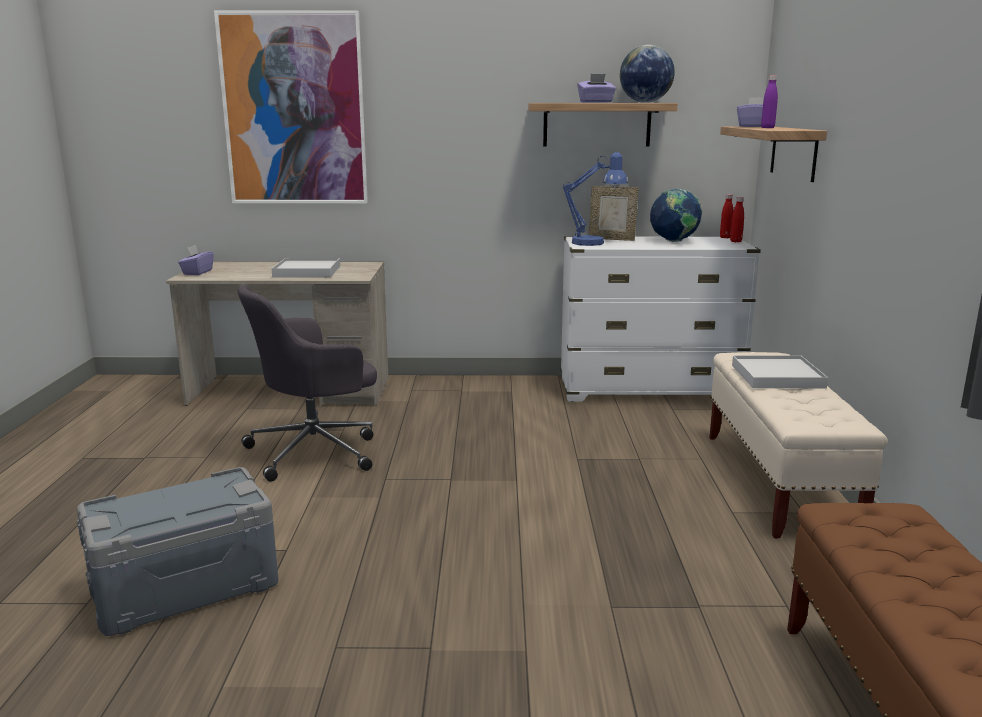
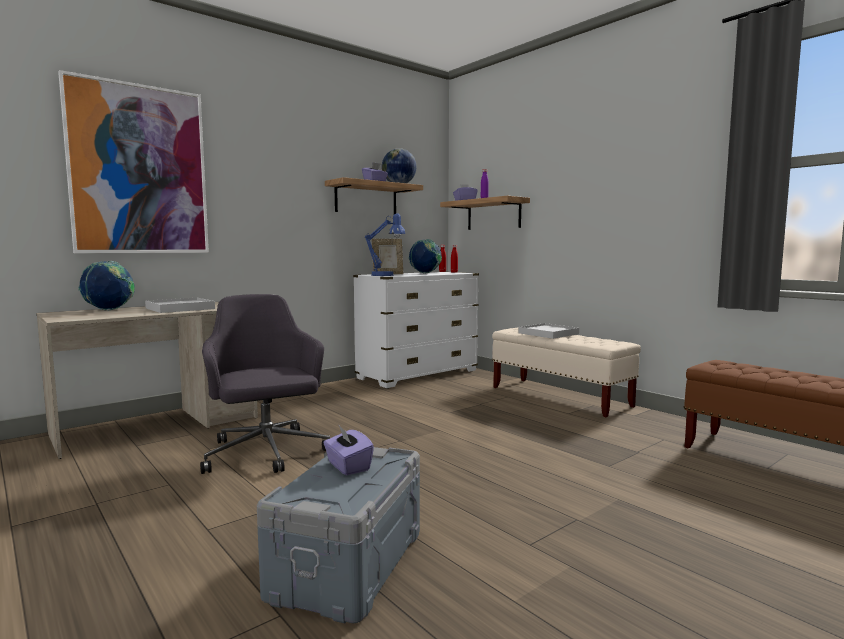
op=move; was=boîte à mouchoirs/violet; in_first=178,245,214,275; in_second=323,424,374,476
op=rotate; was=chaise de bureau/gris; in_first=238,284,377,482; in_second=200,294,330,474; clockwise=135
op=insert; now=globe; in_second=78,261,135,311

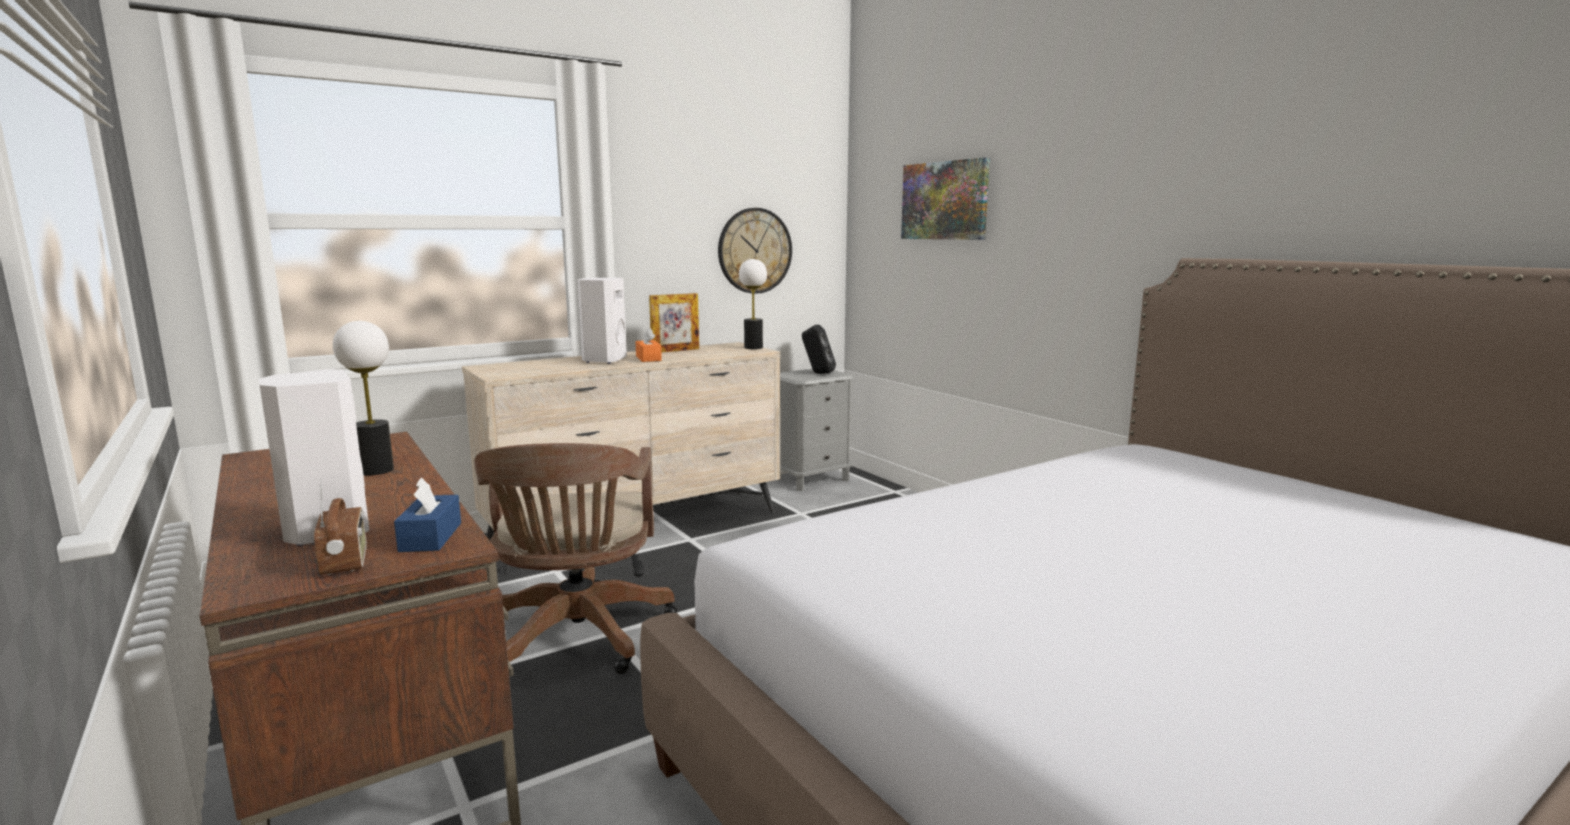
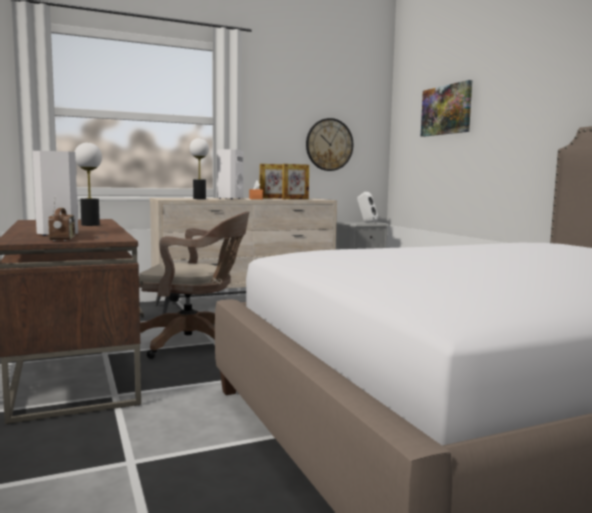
op=move; was=lampe de table; in_first=739,259,767,349; in_second=190,138,209,199
op=recolor; was=enceinte/noir; now=enceinte/blanc; in_first=802,325,836,374; in_second=357,192,378,223
op=rotate; was=chaise de bureau/marron; in_first=474,443,677,674; in_second=139,211,249,359; clockwise=-90
op=delete; was=boîte à mouchoirs/bleu; in_first=394,477,461,552
op=insert; now=cadre photo; in_second=282,164,309,199

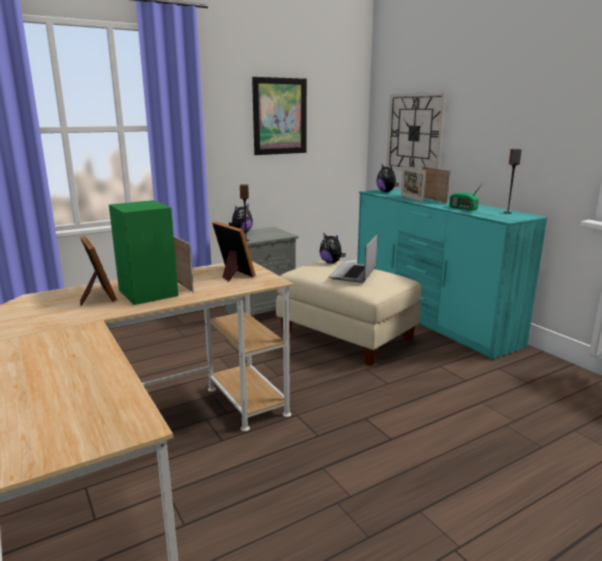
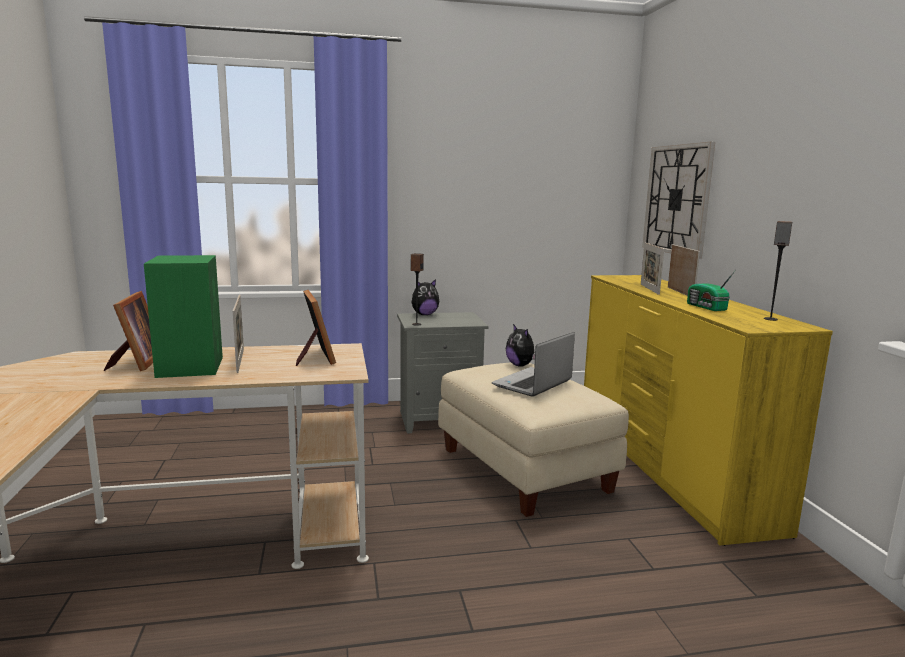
op=delete; was=tableau; in_first=252,77,307,155
op=delete; was=peluche; in_first=377,165,399,192
op=recolor; was=commode/turquoise; now=commode/jaune; in_first=357,188,548,359; in_second=584,275,833,546

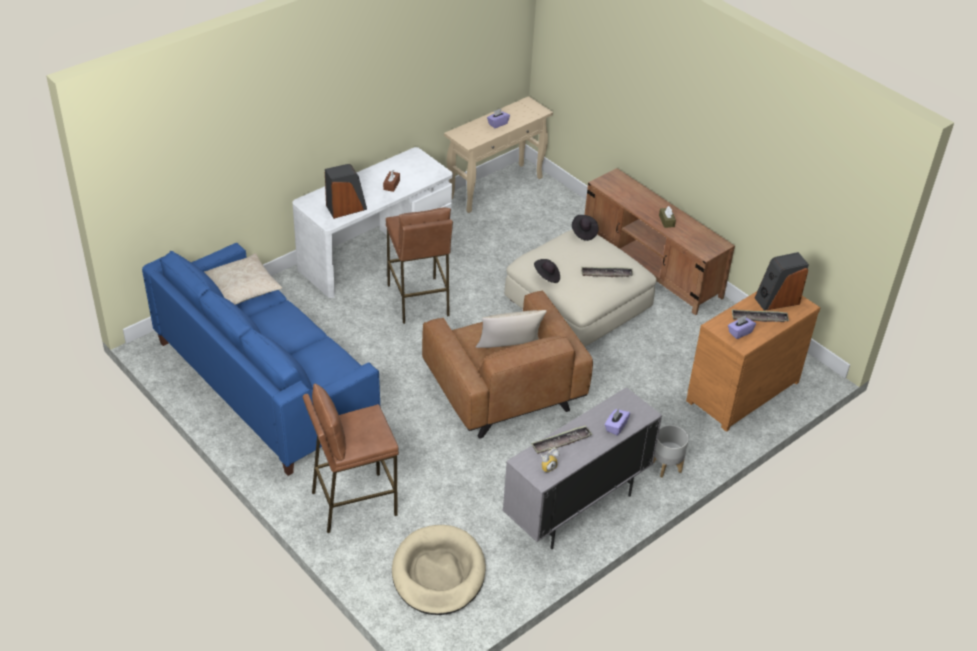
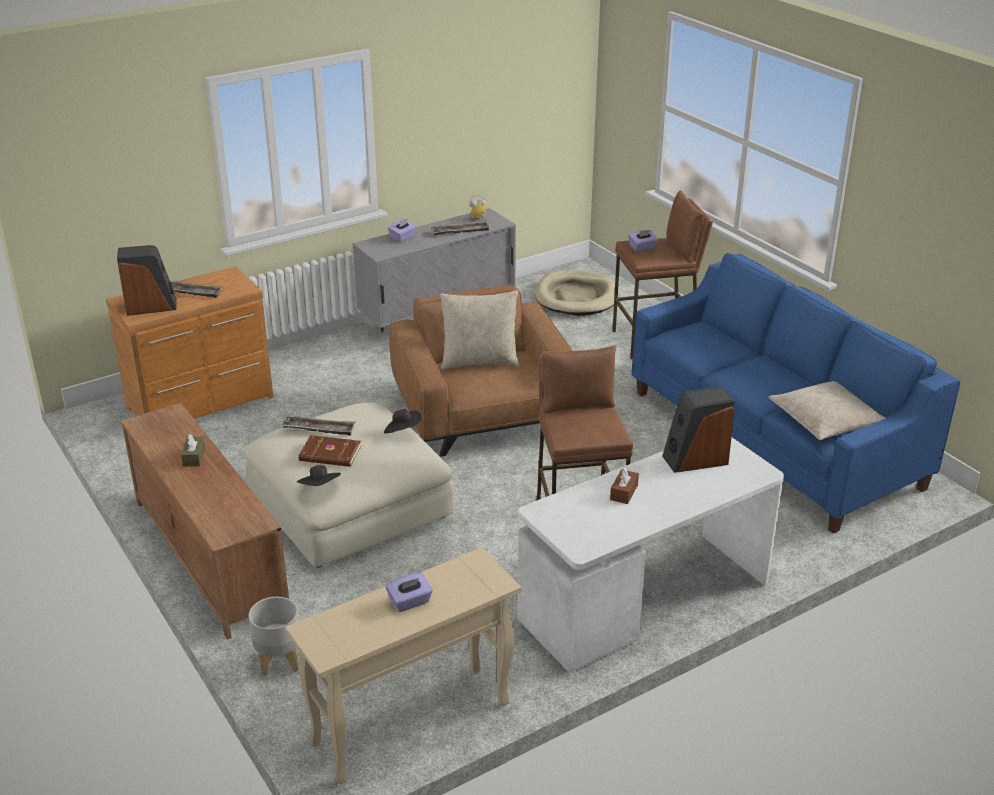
op=move; was=boîte à mouchoirs/violet; in_first=728,316,756,339; in_second=628,230,658,252
op=move; was=cache-pot/gris; in_first=653,425,689,478; in_second=249,597,299,676
op=insert; now=livre/marron; in_second=298,435,361,467

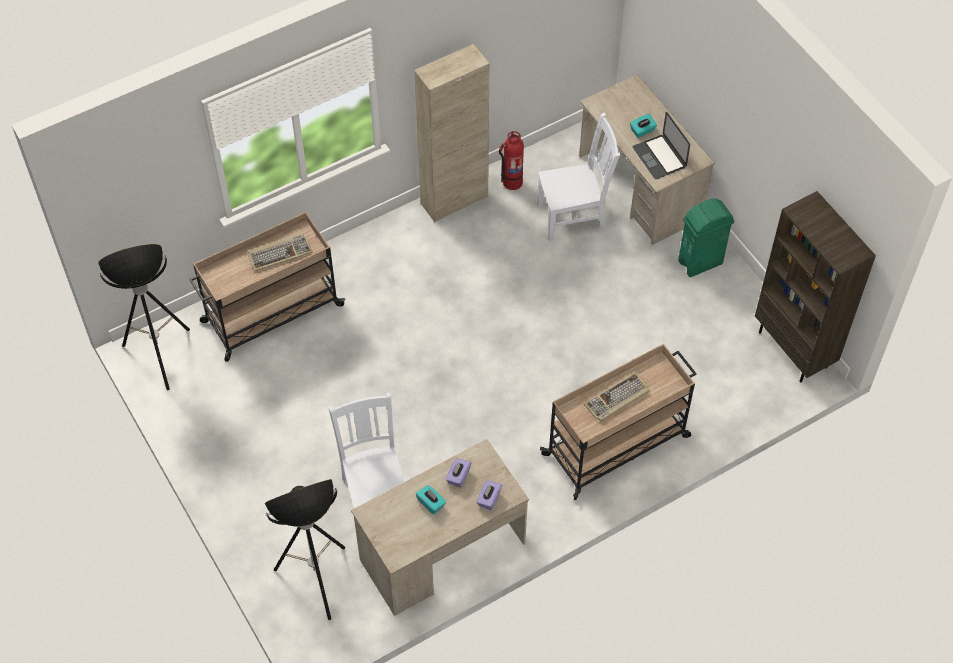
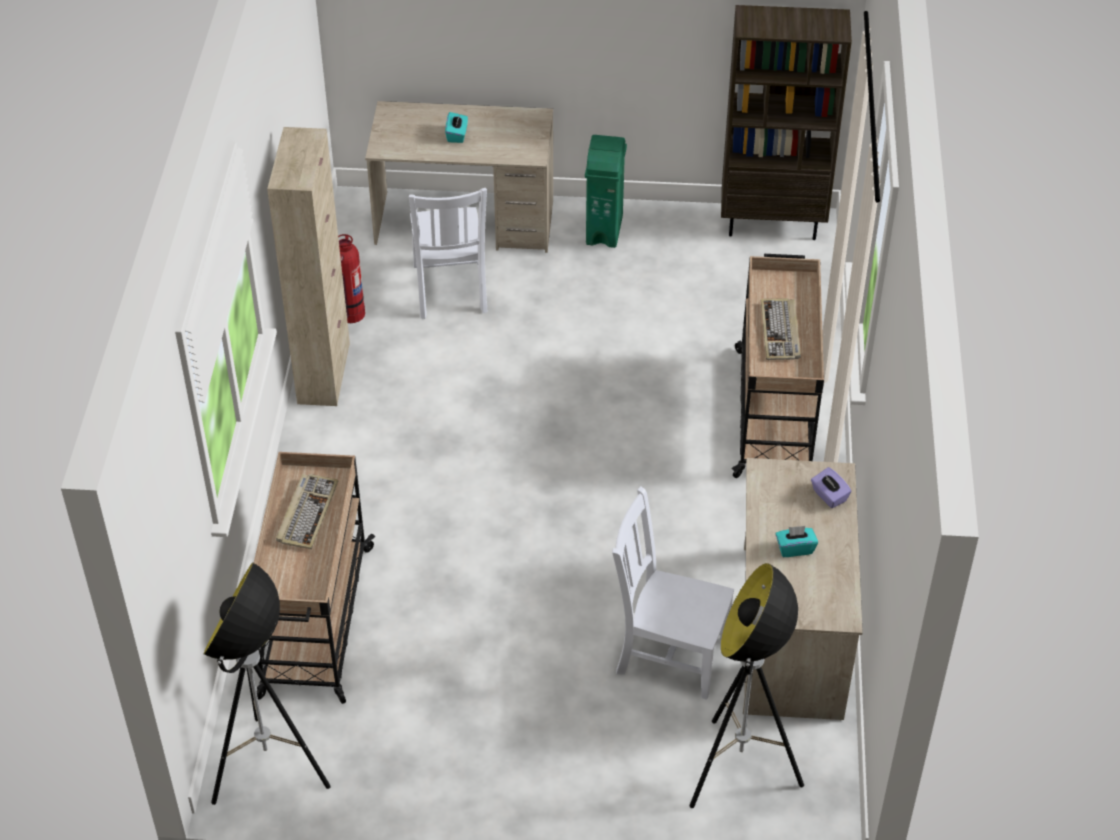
op=delete; was=ordinateur portable; in_first=633,112,690,179
op=rotate; was=chaise/blanc; in_first=537,113,620,242; in_second=409,188,487,319; clockwise=150
op=delete; was=boîte à mouchoirs/violet; in_first=446,458,471,488

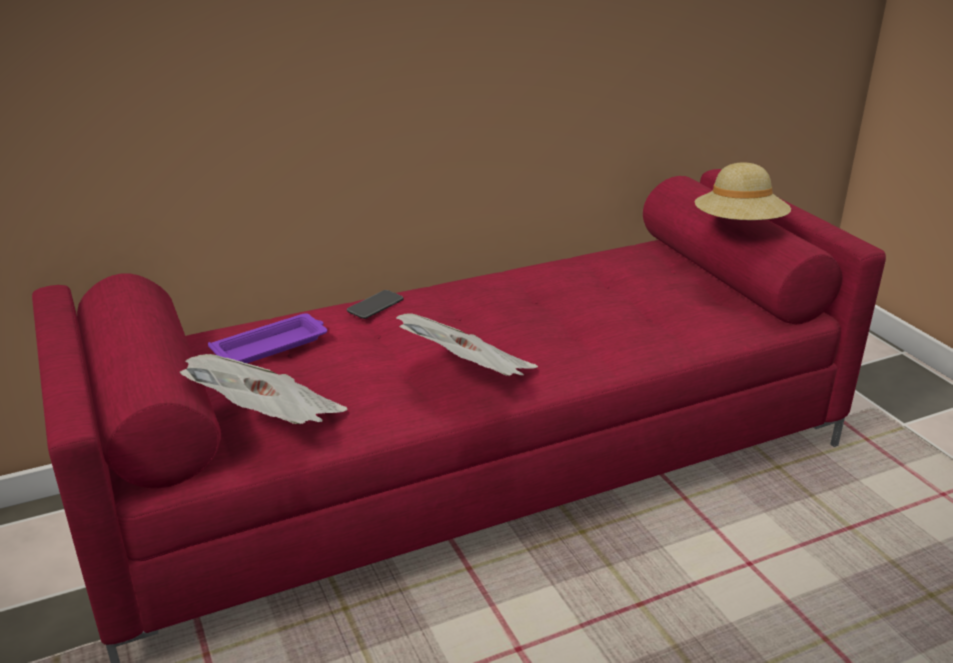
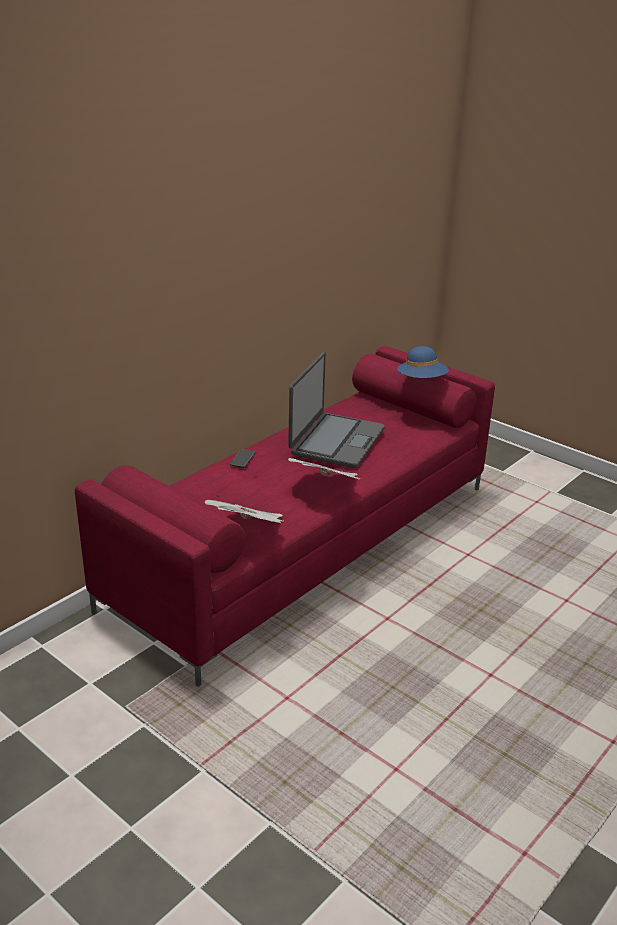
op=recolor; was=chapeau/beige; now=chapeau/bleu; in_first=695,163,791,220; in_second=397,346,449,378
op=delete; was=plateau/violet; in_first=208,313,327,363
op=insert; now=ordinateur portable; in_second=288,352,385,468

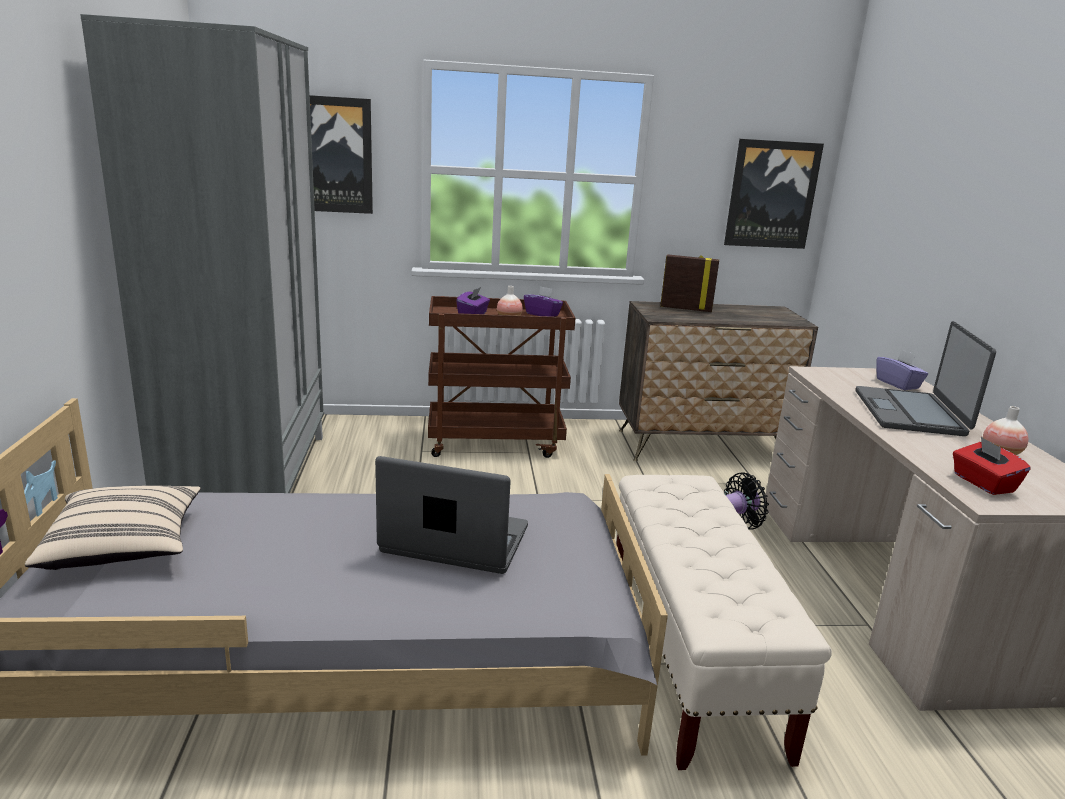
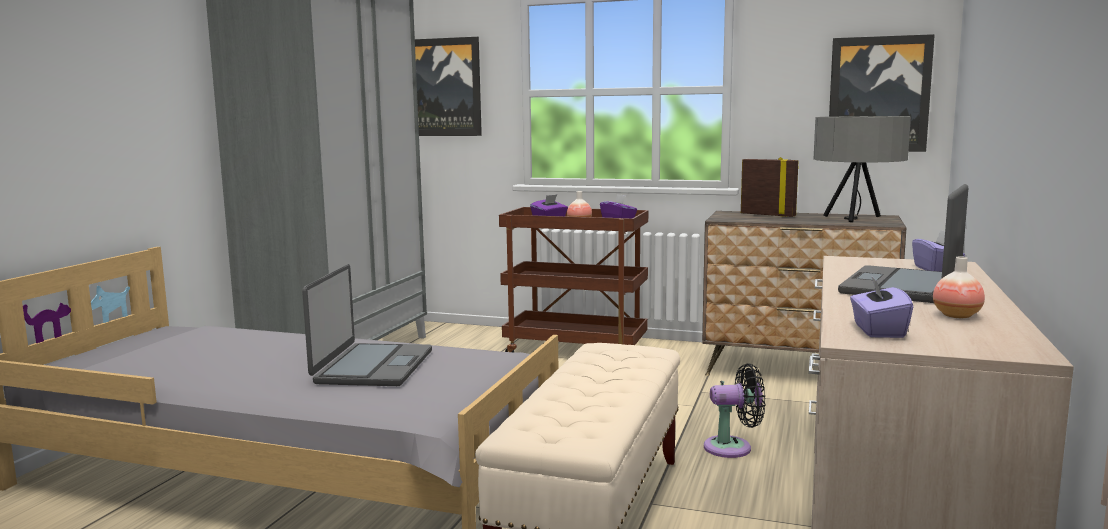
op=recolor; was=boîte à mouchoirs/rouge; now=boîte à mouchoirs/violet; in_first=953,437,1031,495; in_second=850,277,913,338
op=rotate; was=ordinateur portable; in_first=375,456,528,574; in_second=302,264,432,386; clockwise=60
op=delete; was=coussin/beige; in_first=25,485,201,570
op=insert; now=lampe de table/gris; in_second=814,116,911,222

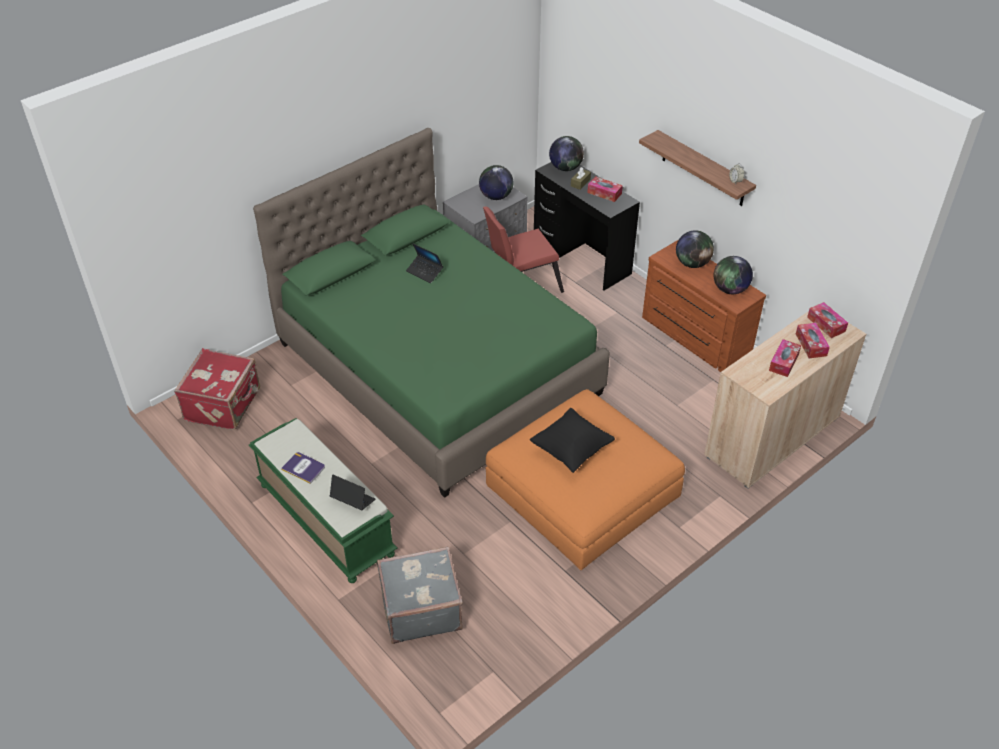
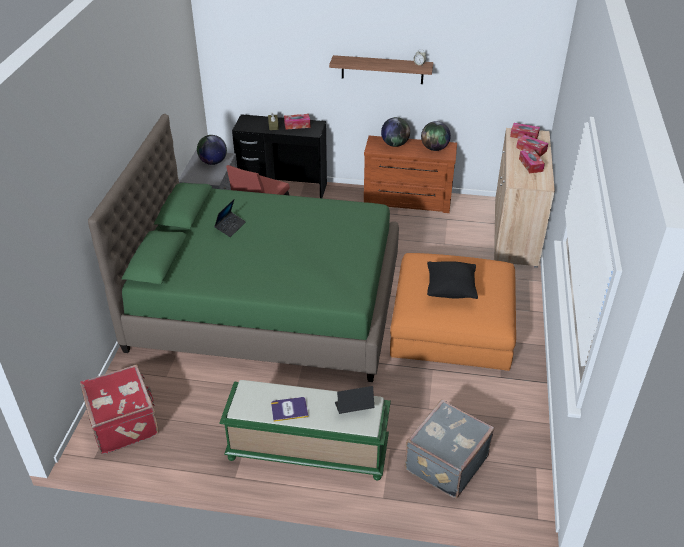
op=delete; was=globe; in_first=549,136,584,171
op=rotate; was=ordinateur portable; in_first=406,243,443,283; in_second=214,199,246,237; clockwise=-60

